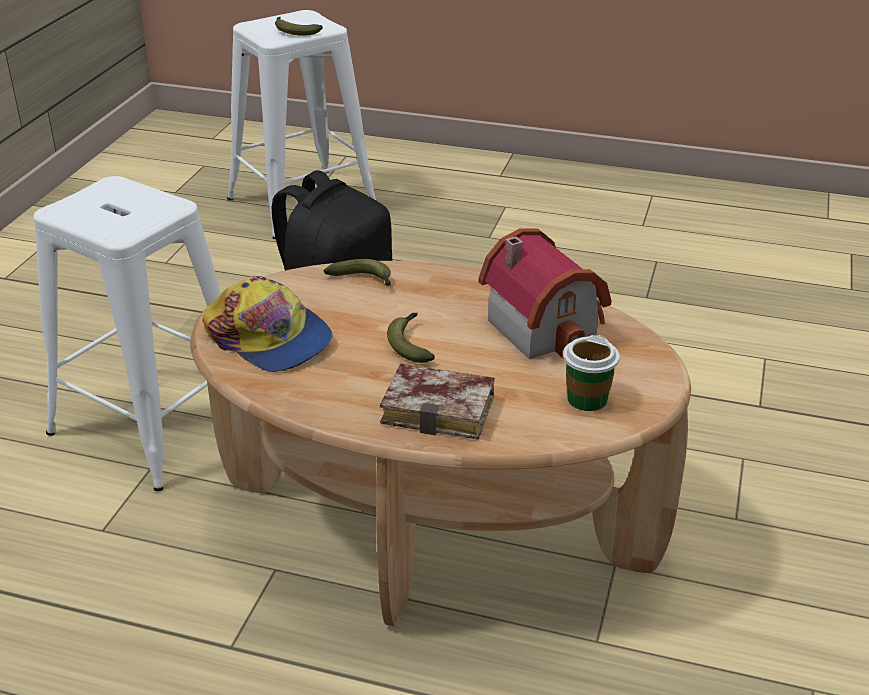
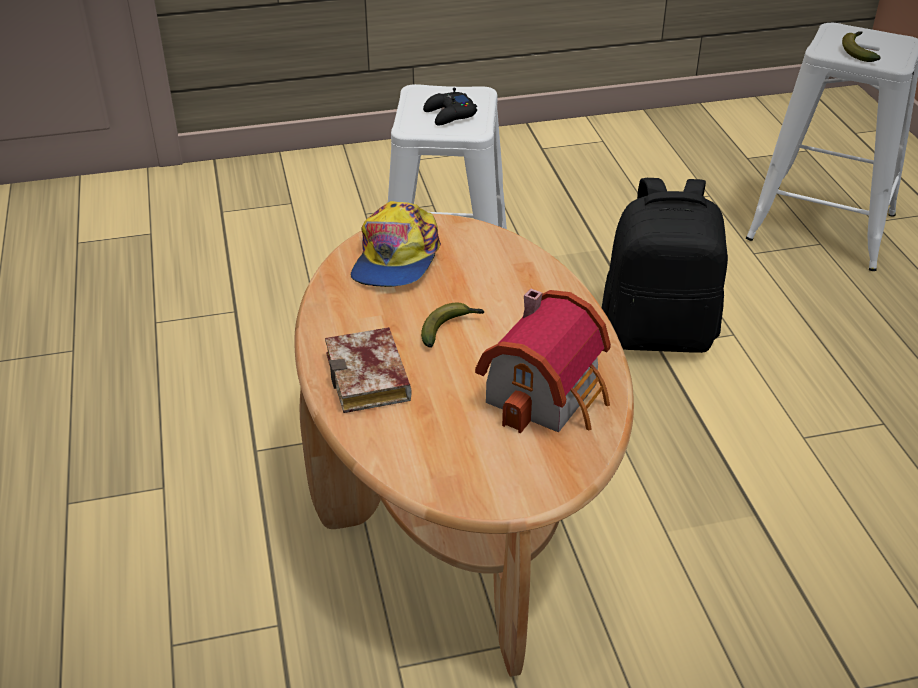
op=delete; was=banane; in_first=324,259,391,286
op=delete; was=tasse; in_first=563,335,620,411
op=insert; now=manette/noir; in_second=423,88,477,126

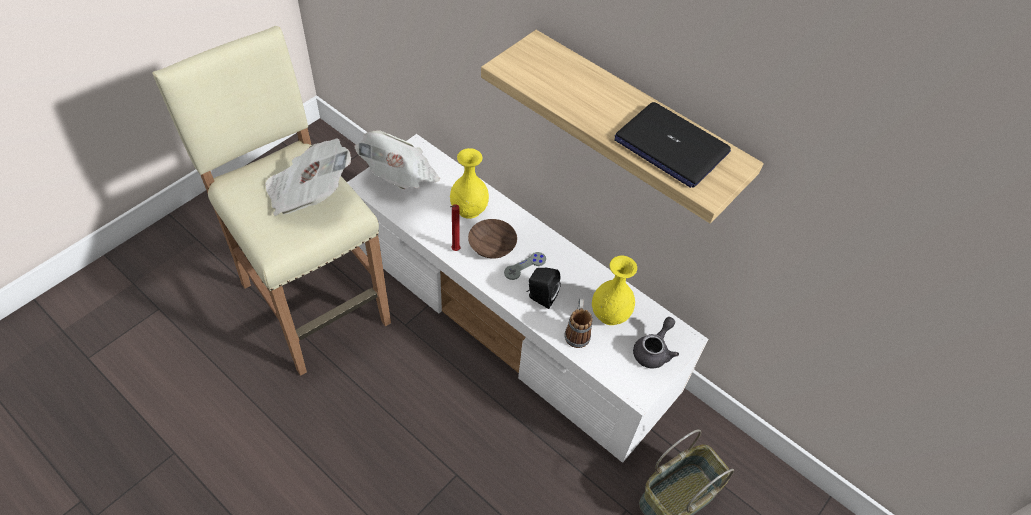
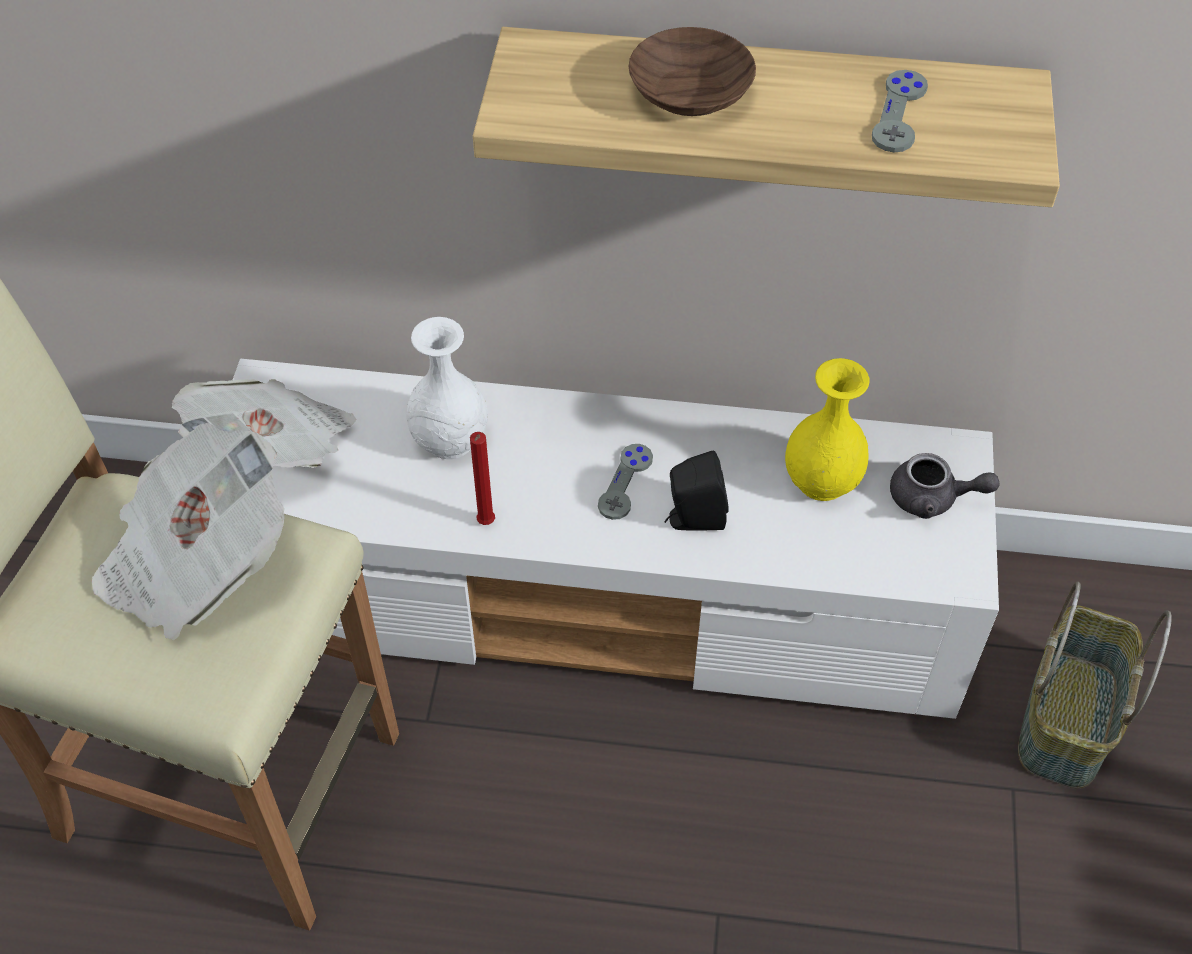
op=replace; was=ordinateur portable; now=manette/gris; in_first=614,102,731,188; in_second=872,70,928,153
op=recolor; was=vase/jaune; now=vase/blanc; in_first=450,148,489,219; in_second=406,317,488,459
op=move; was=bol/marron; in_first=468,219,517,259; in_second=628,27,756,116
op=delete; was=mug; in_first=564,299,593,348
op=rotate; was=théière/gris; in_first=633,317,679,369; in_second=890,453,999,519; clockwise=105

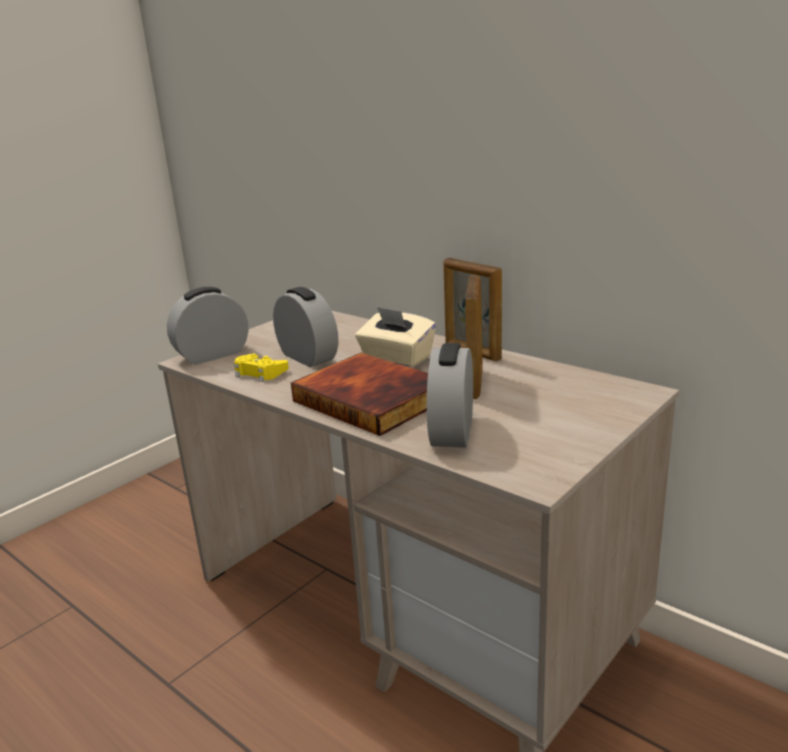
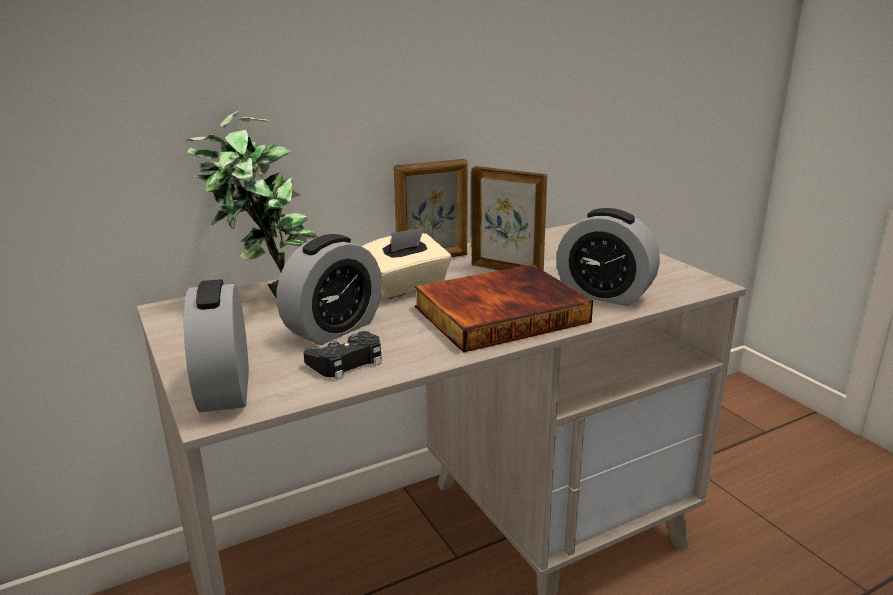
op=rotate; was=réveil; in_first=273,287,338,367; in_second=276,234,382,345; clockwise=150
op=recolor; was=manette/jaune; now=manette/noir; in_first=234,354,289,382; in_second=303,331,382,380
op=insert; now=plante en pot; in_second=186,111,319,297

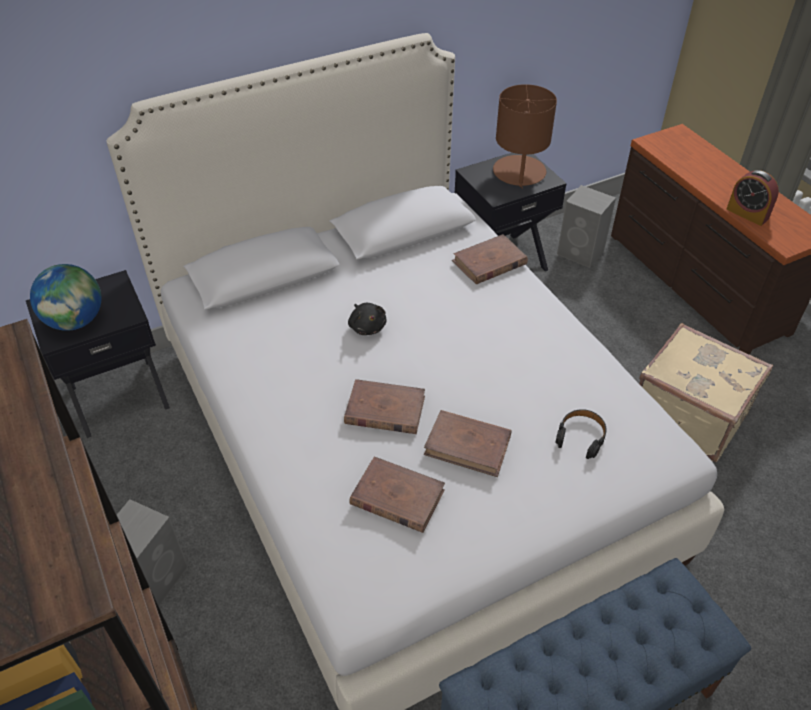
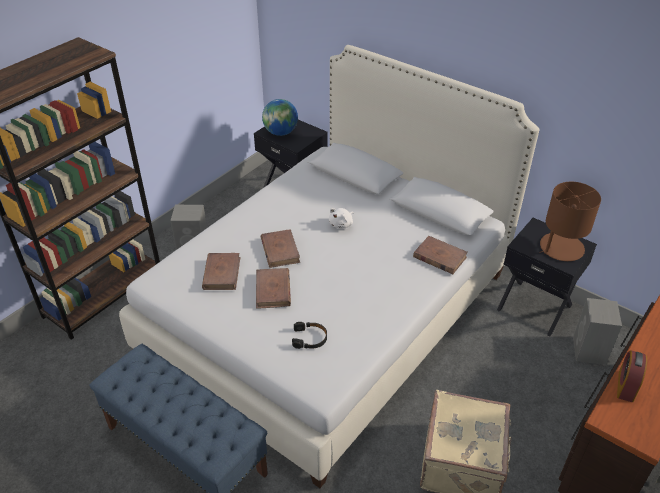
op=recolor; was=peluche/noir; now=peluche/blanc; in_first=348,303,387,335; in_second=329,208,354,228

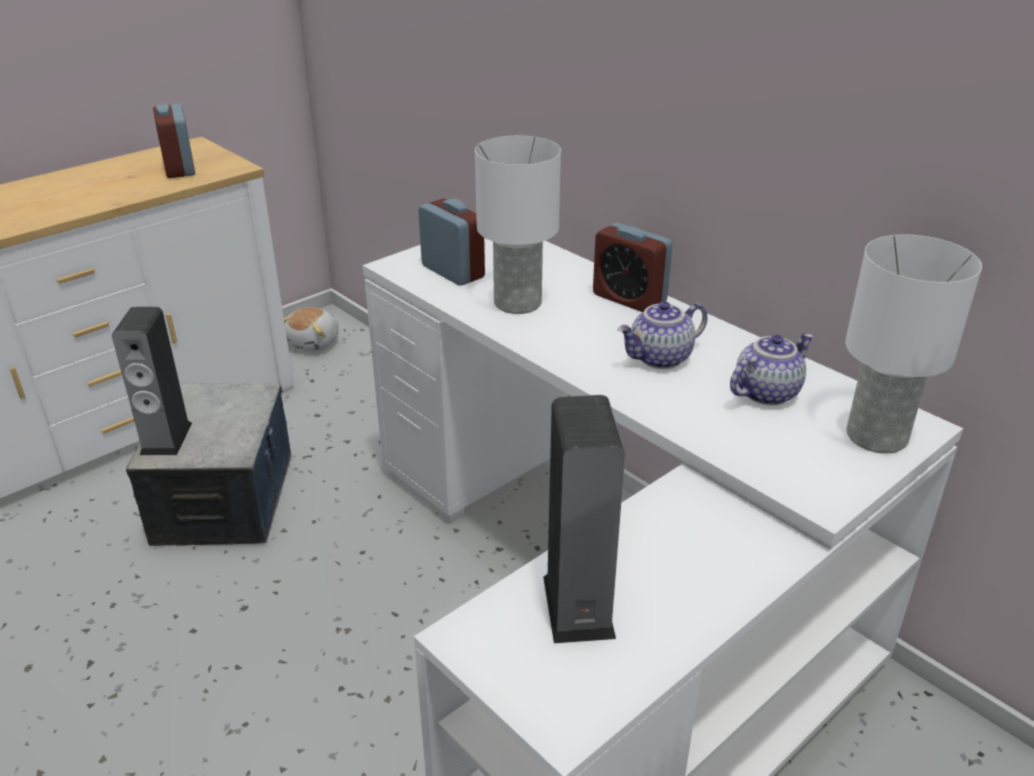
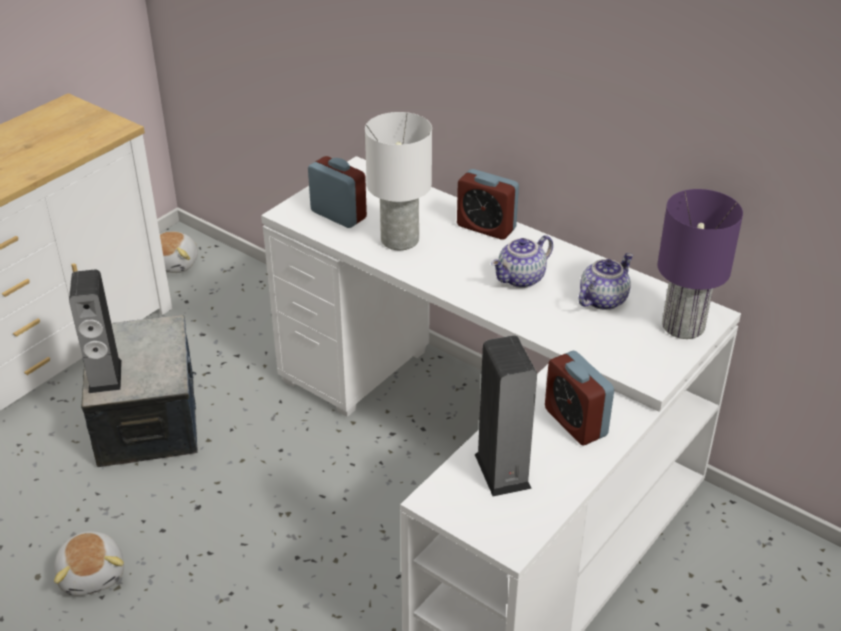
op=move; was=réveil; in_first=153,104,195,178; in_second=545,351,614,445
op=recolor; was=lampe de table/blanc; now=lampe de table/violet; in_first=845,235,982,453; in_second=658,189,743,339
op=insert; now=peluche; in_second=54,531,124,596

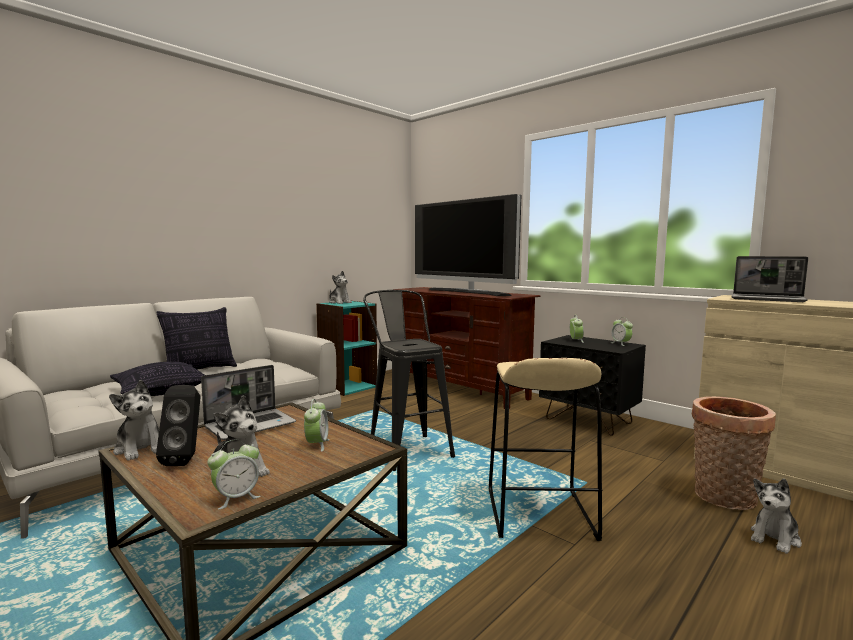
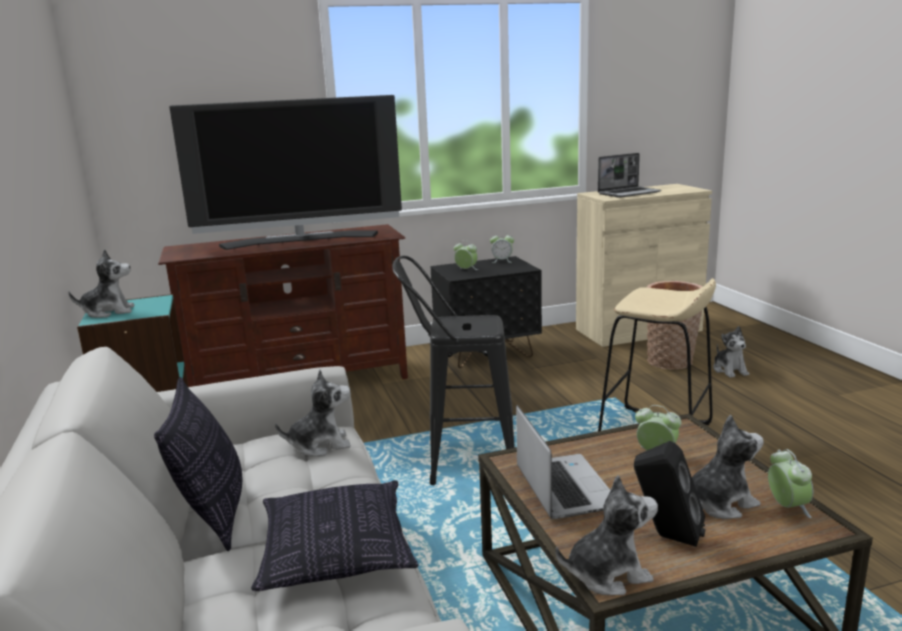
op=insert; now=peluche; in_second=275,370,351,457

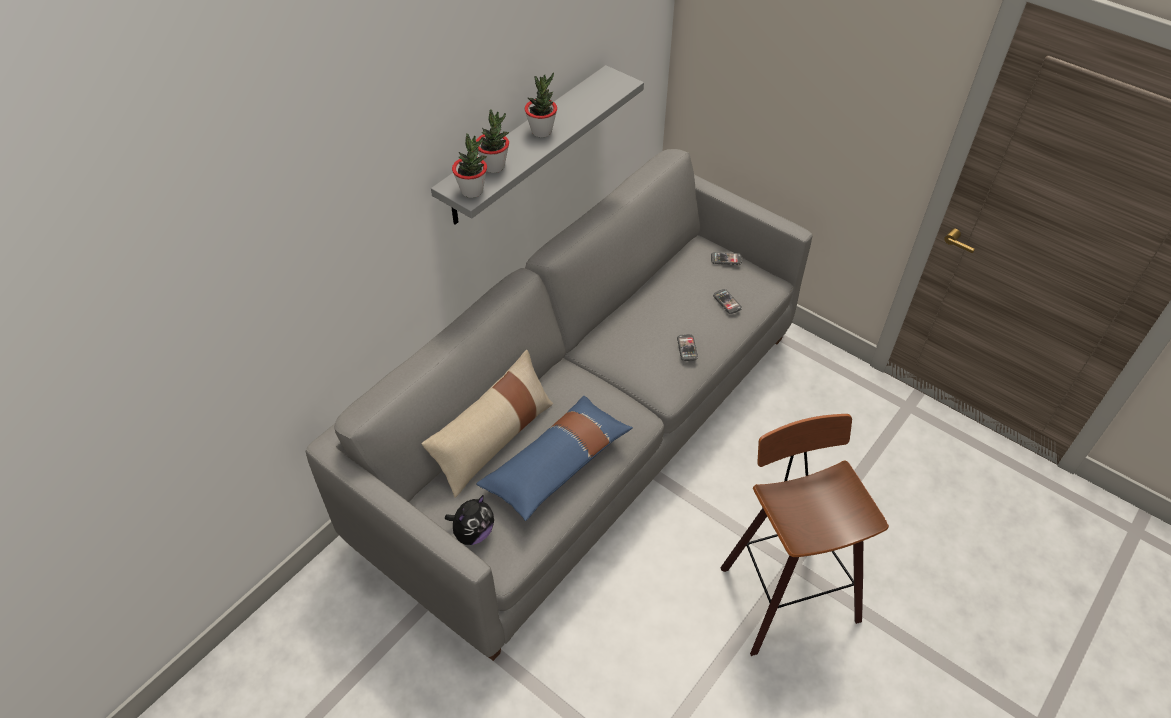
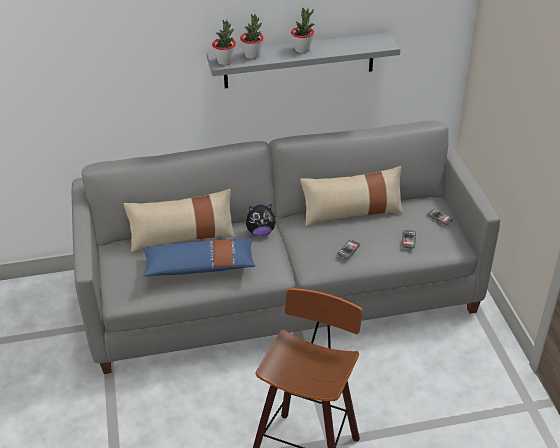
op=move; was=peluche; in_first=445,495,494,545; in_second=246,204,276,236
op=insert; now=coussin/beige; in_second=300,166,404,226

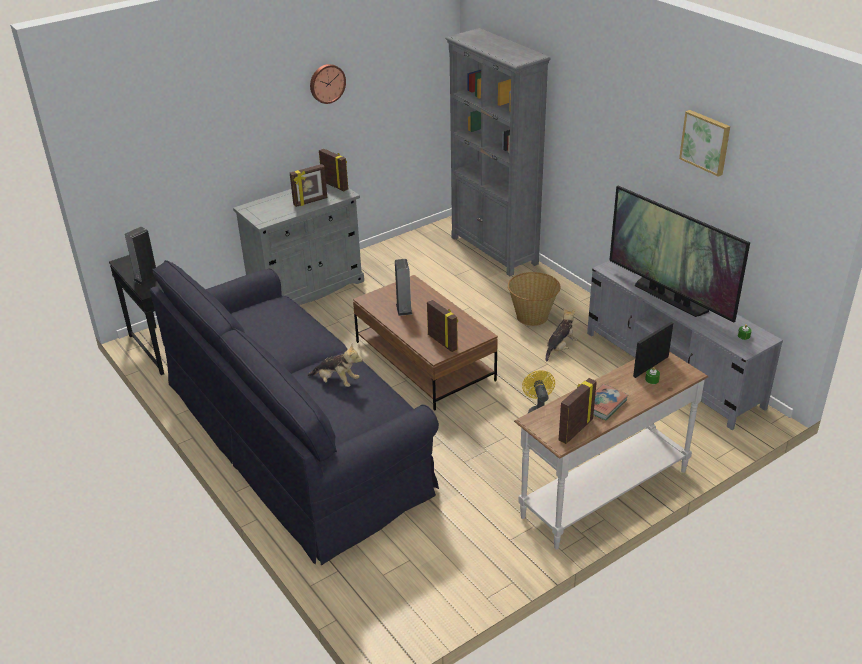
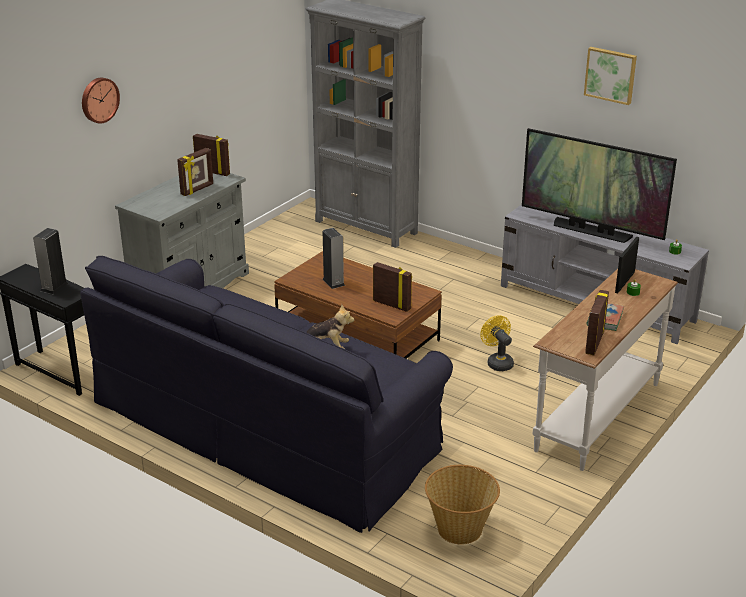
op=move; was=horloge murale; in_first=310,64,346,104; in_second=82,78,120,123
op=move; was=panier; in_first=508,272,561,326; in_second=425,465,500,544
op=delete; was=peluche; in_first=545,308,577,362

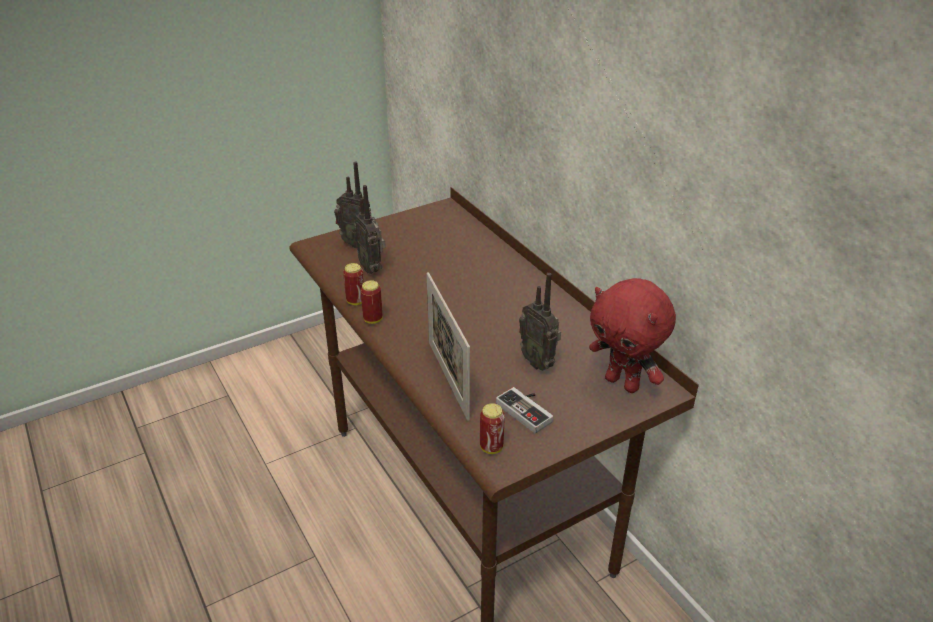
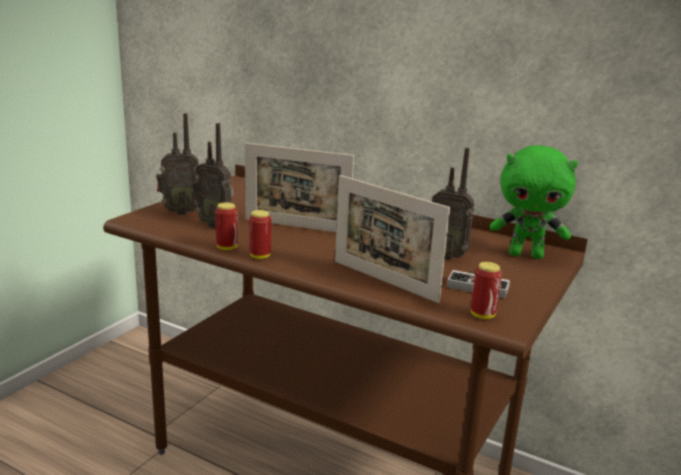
op=recolor; was=peluche/rouge; now=peluche/vert; in_first=589,278,676,393; in_second=490,145,578,259
op=insert; now=cadre photo; in_second=245,143,354,232

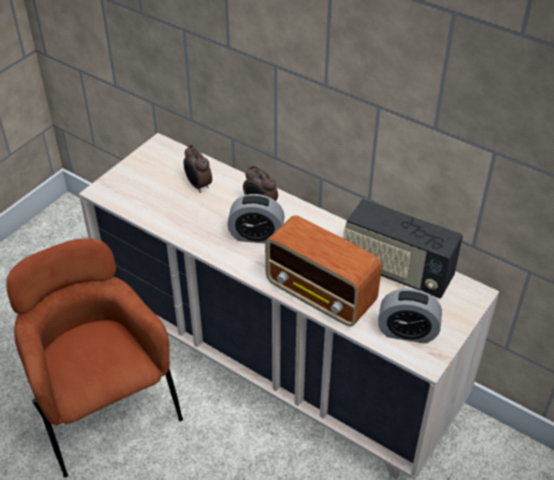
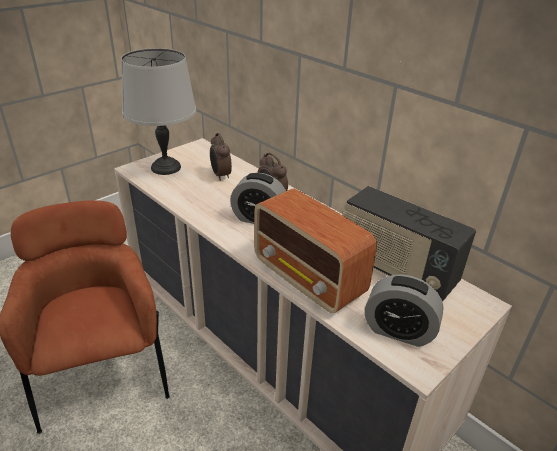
op=insert; now=lampe de table/gris; in_second=121,48,196,175

